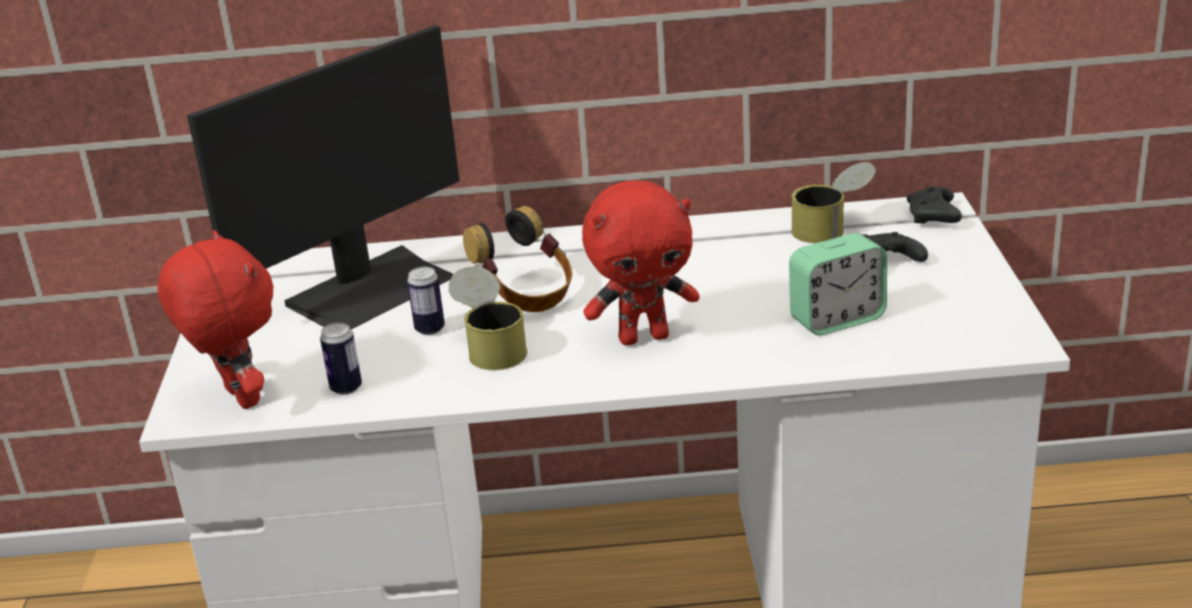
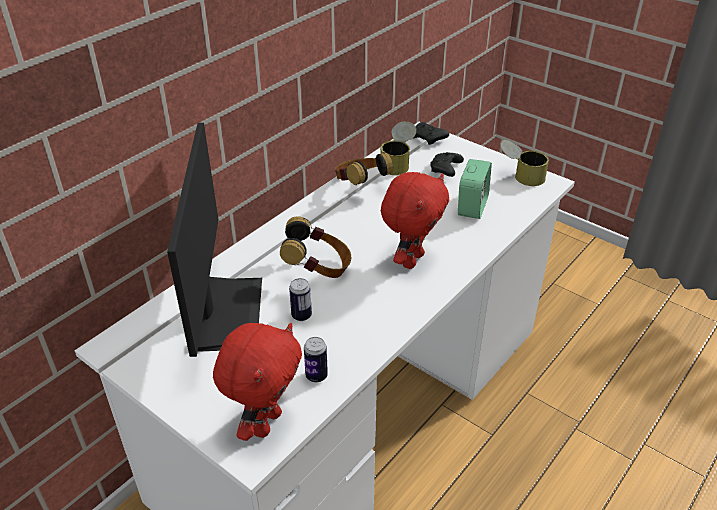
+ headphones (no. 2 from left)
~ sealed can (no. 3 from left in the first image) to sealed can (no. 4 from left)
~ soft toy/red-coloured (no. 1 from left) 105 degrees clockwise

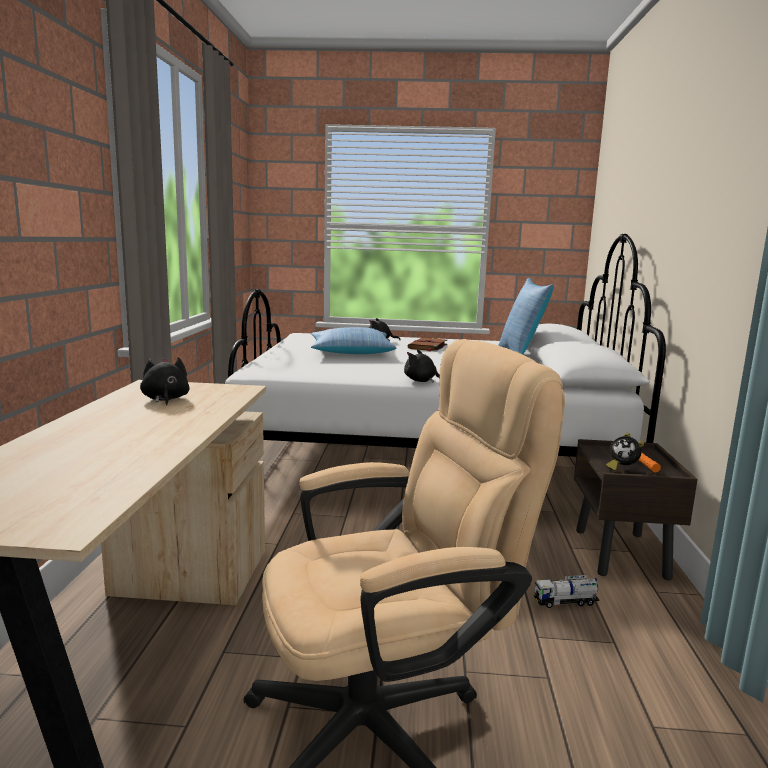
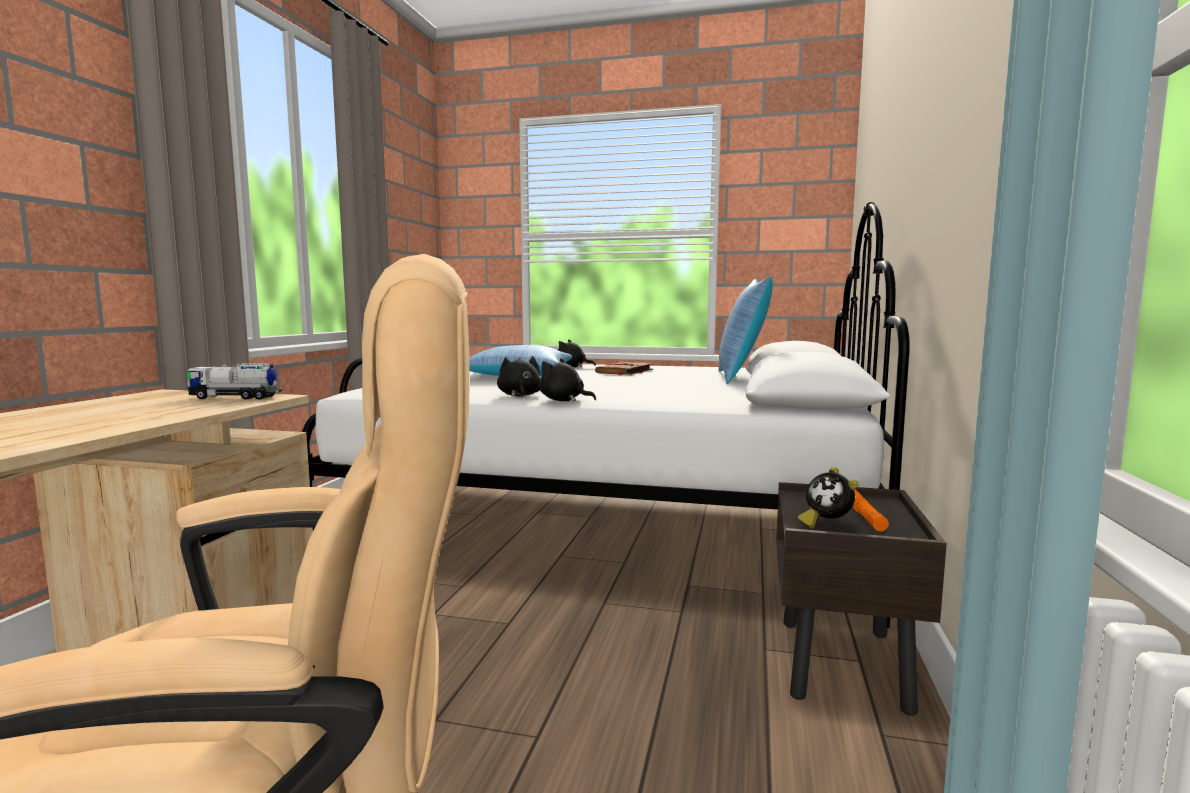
~ soft toy/blackish (no. 1 from left)
~ toy truck

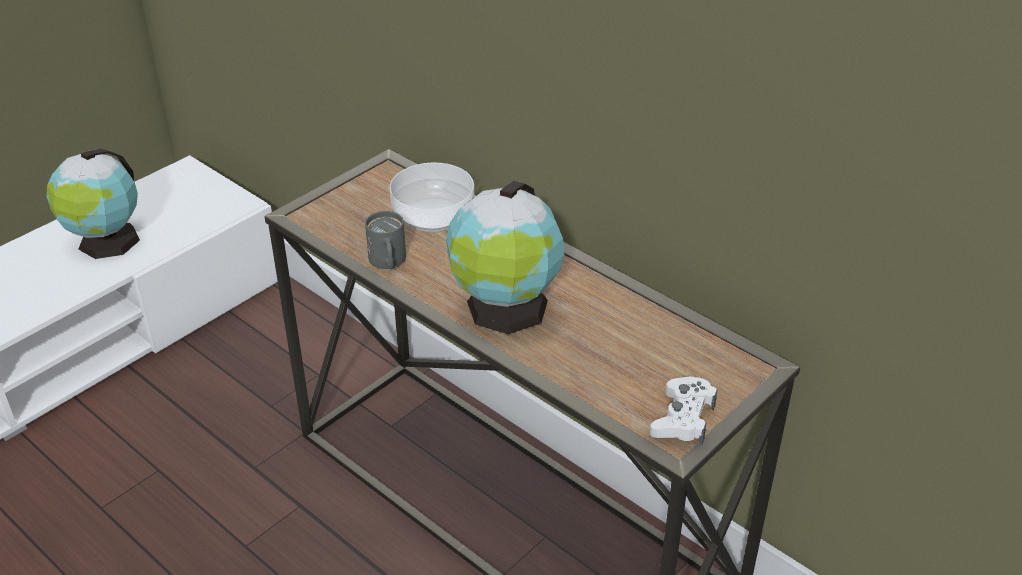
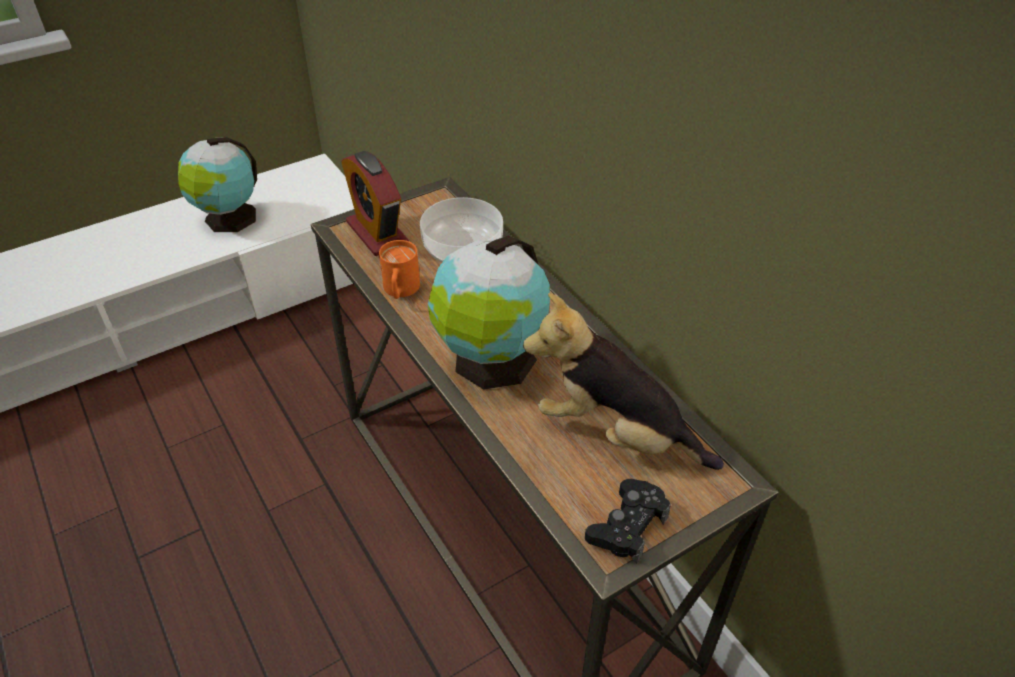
+ alarm clock
+ soft toy
~ coffee mug/greyish to coffee mug/orange-coloured
~ gamepad/white-coloured to gamepad/blackish

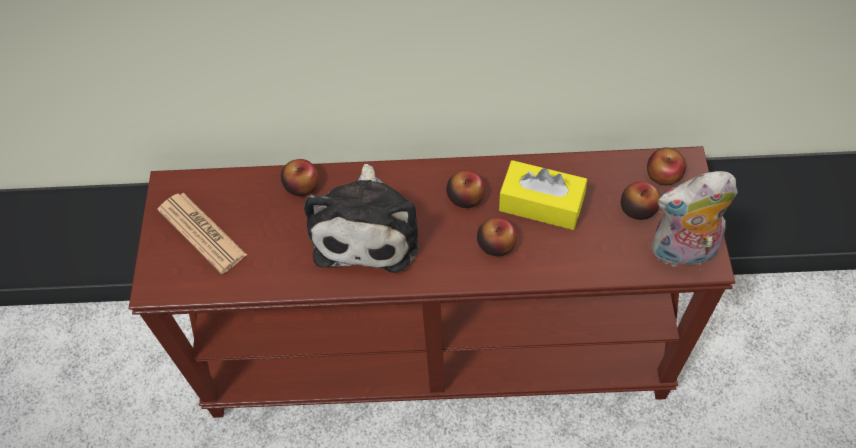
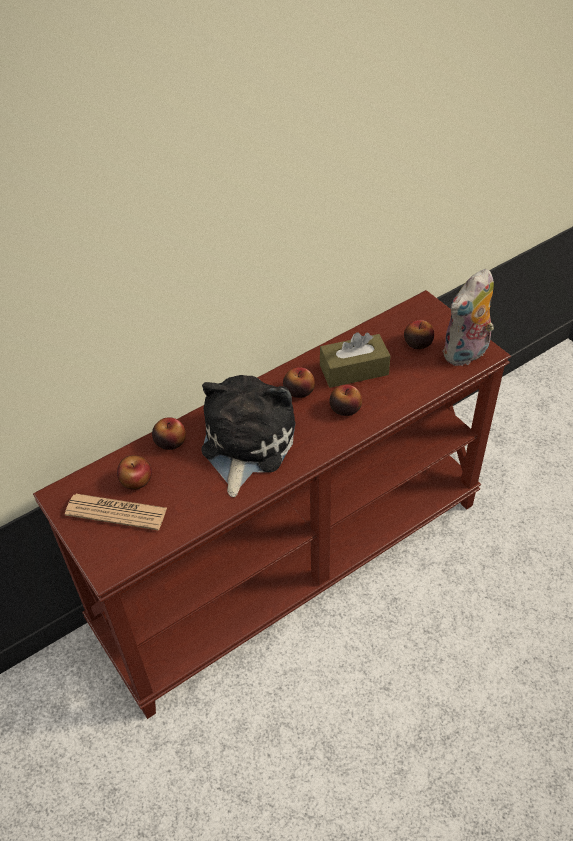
~ whole apple (no. 5 from left in the first image) to whole apple (no. 1 from left)
~ tissue holder/yellow-coloured to tissue holder/brown-coloured
~ soft toy (no. 1 from left) 135 degrees counterclockwise

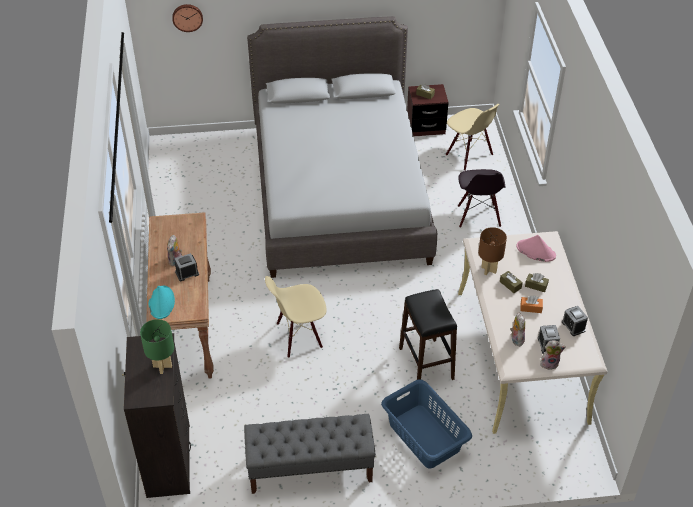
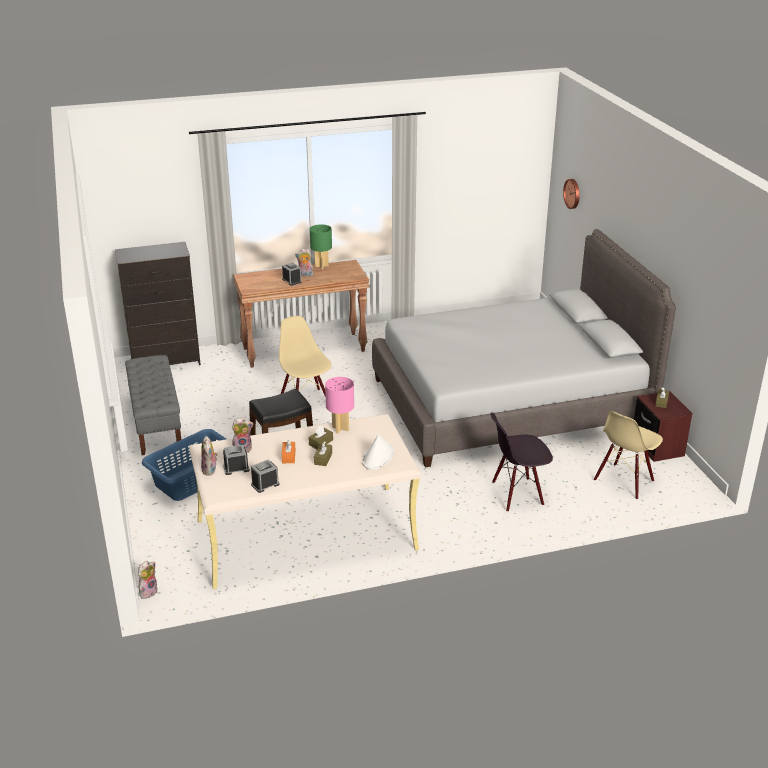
- wearable hat/turquoise
+ soft toy (no. 1 from left)
~ tabletop lamp/green-coloured
~ tabletop lamp/brown-coloured to tabletop lamp/pink
~ wearable hat/pink to wearable hat/white-coloured

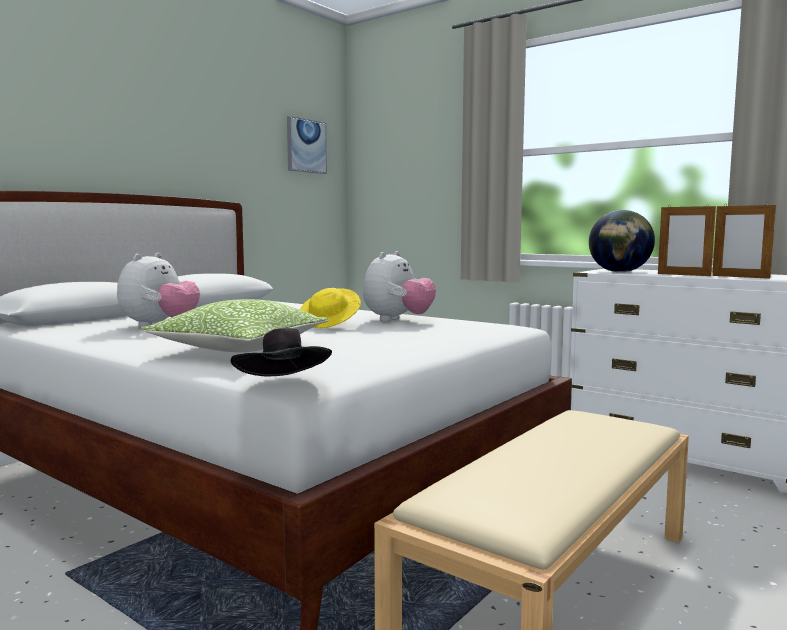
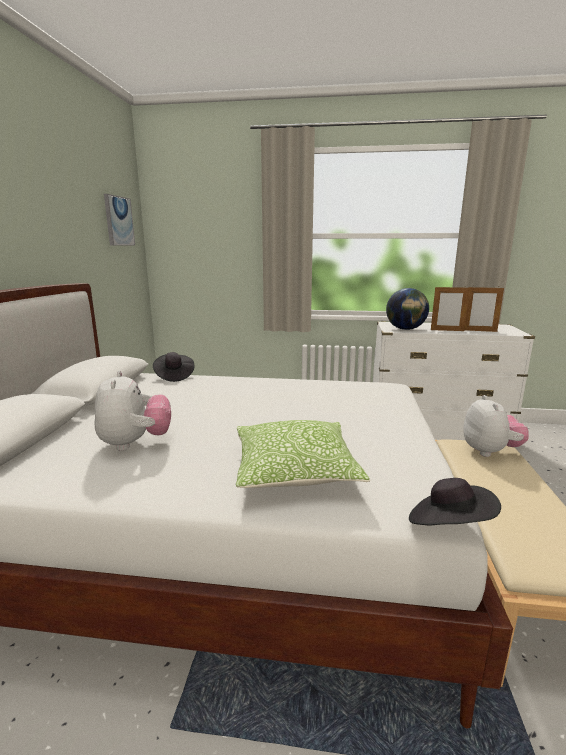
- wearable hat/yellow-coloured
+ wearable hat/blackish (no. 1 from left)
~ soft toy (no. 2 from left)

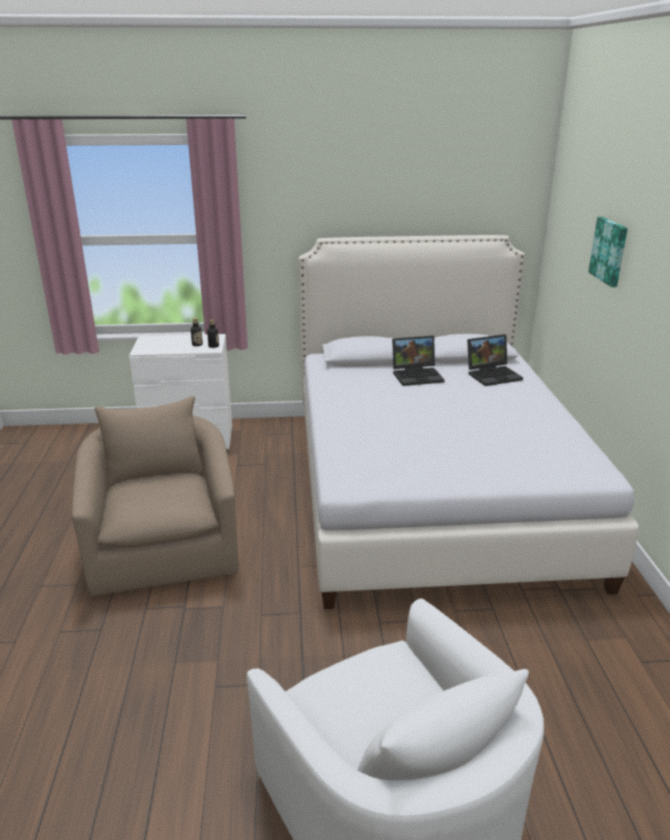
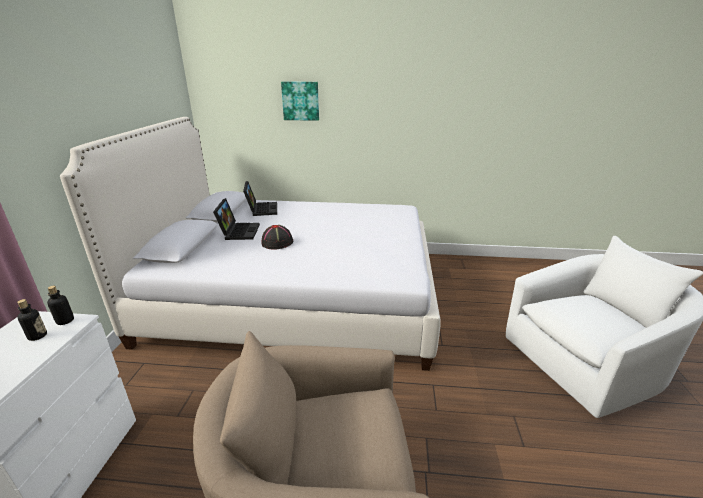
+ wearable hat/blackish

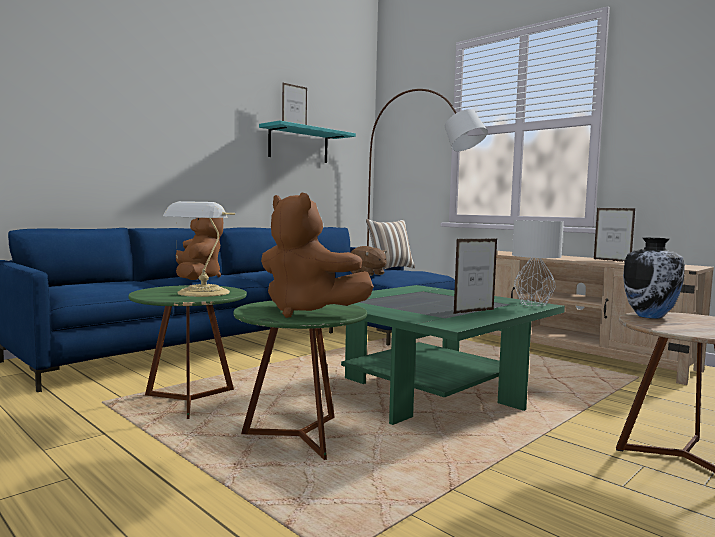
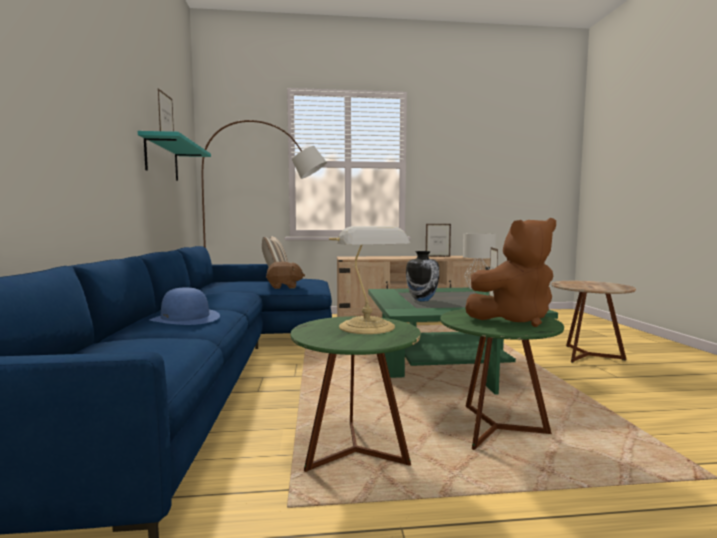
~ flower vase
~ soft toy/brown-coloured (no. 1 from left) to wearable hat/blue

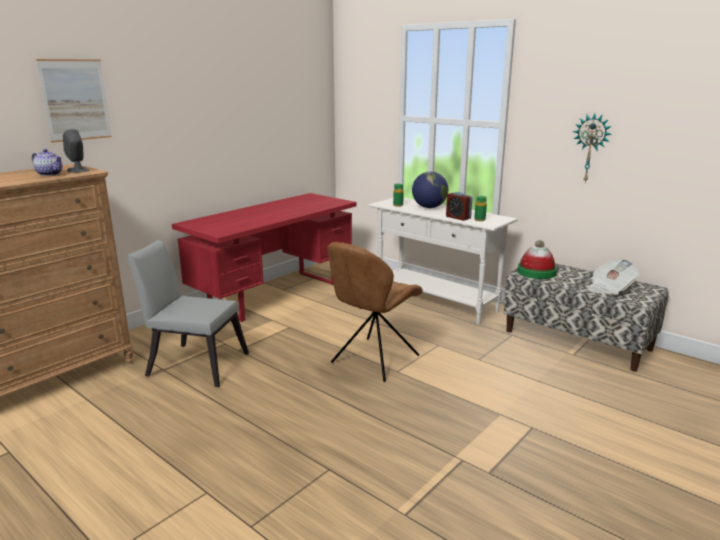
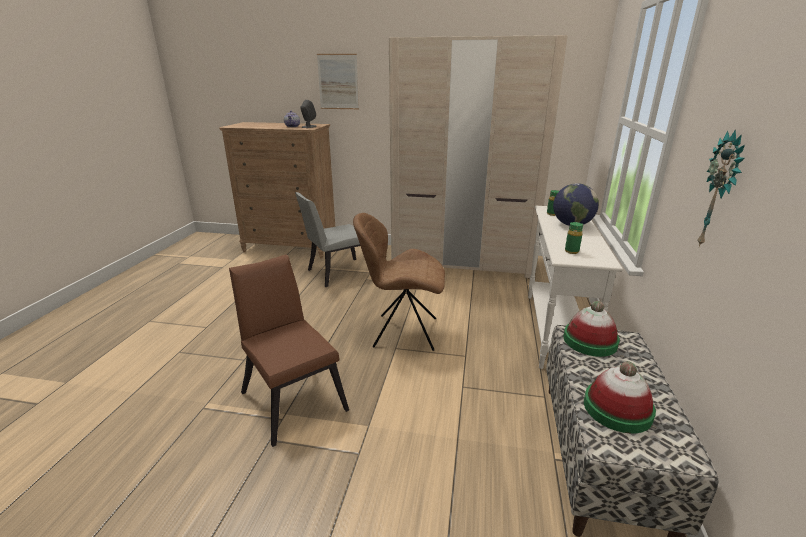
- alarm clock
+ upright chair/brown-coloured (no. 1 from left)
~ desk unit/red-coloured to clothes cupboard/sand-coloured
~ daily paper to wearable hat (no. 2 from left)
~ upright chair/greyish 105 degrees counterclockwise

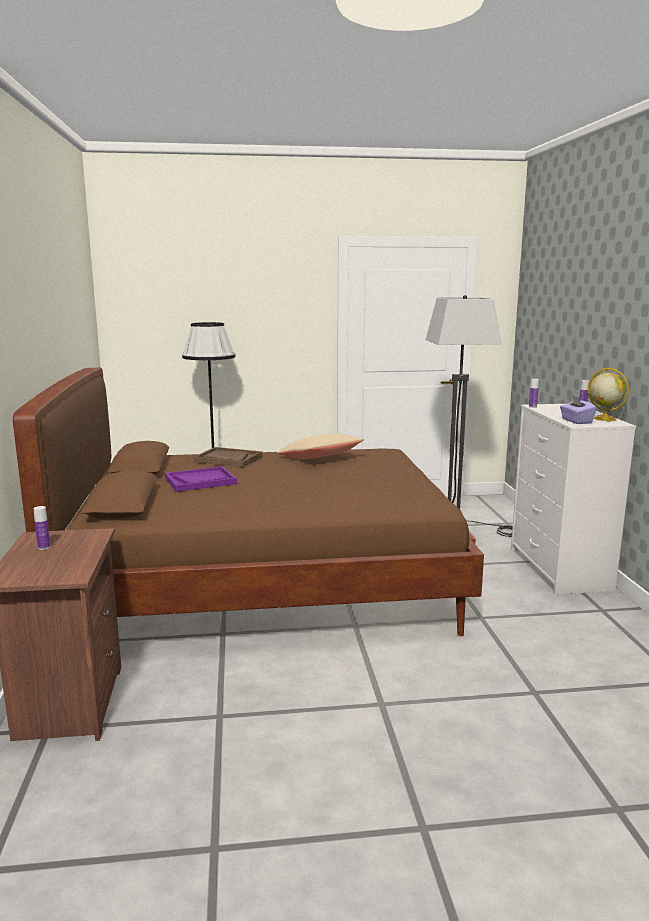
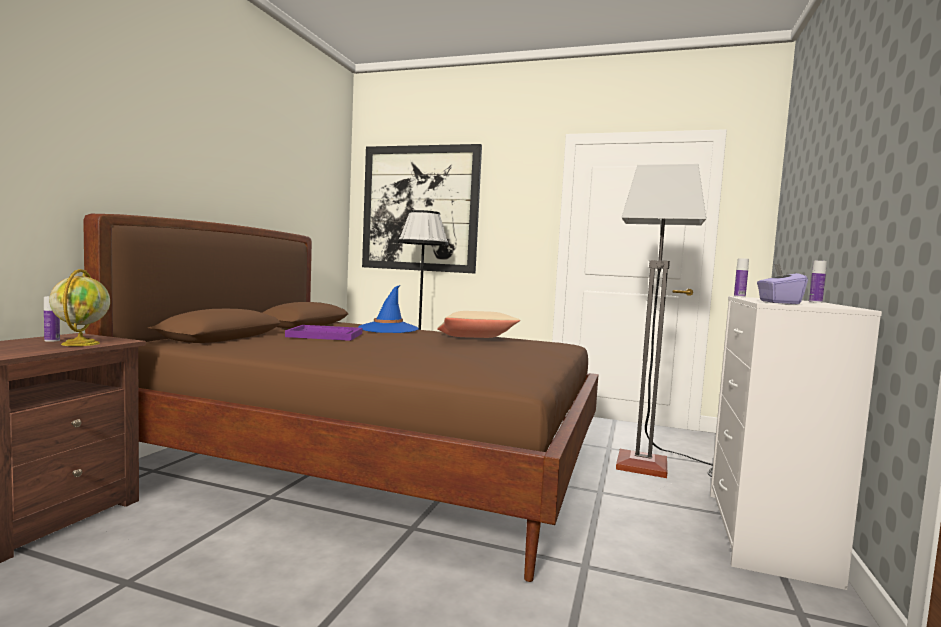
+ wall art
~ globe
~ serving tray/brown-coloured to wearable hat/blue

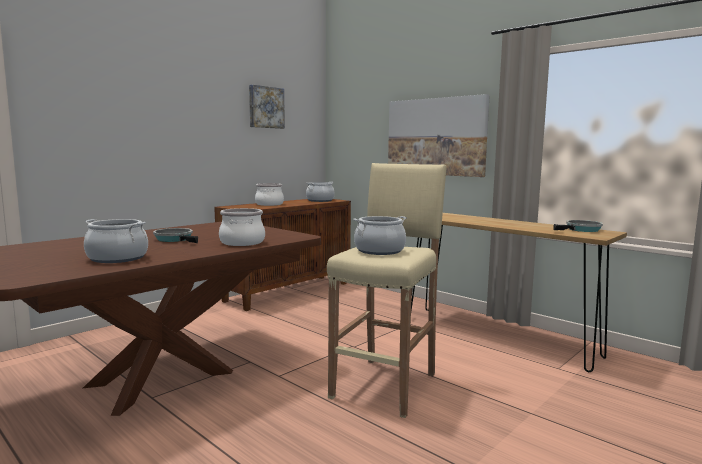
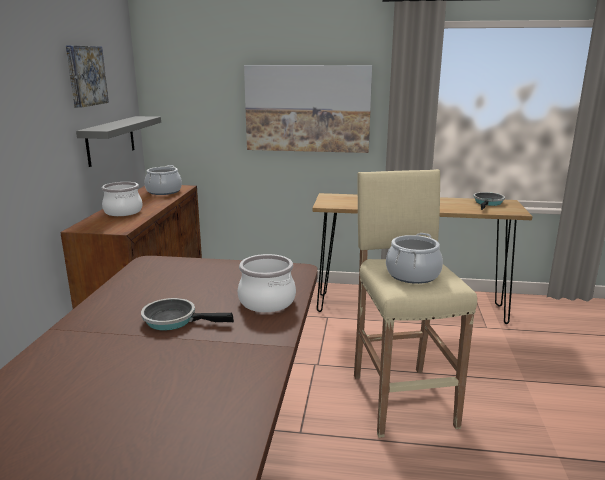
- stockpot (no. 1 from left)
+ wall shelf/greyish

